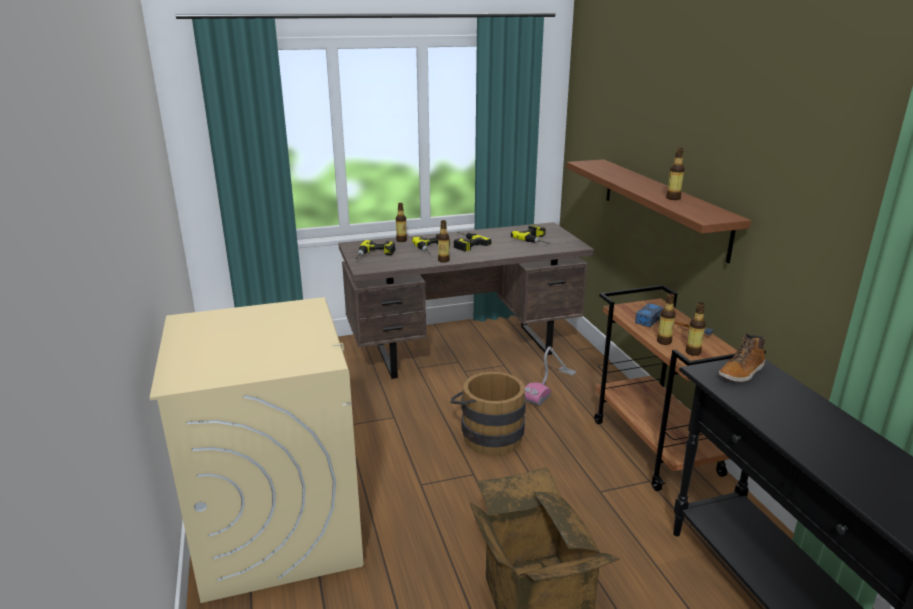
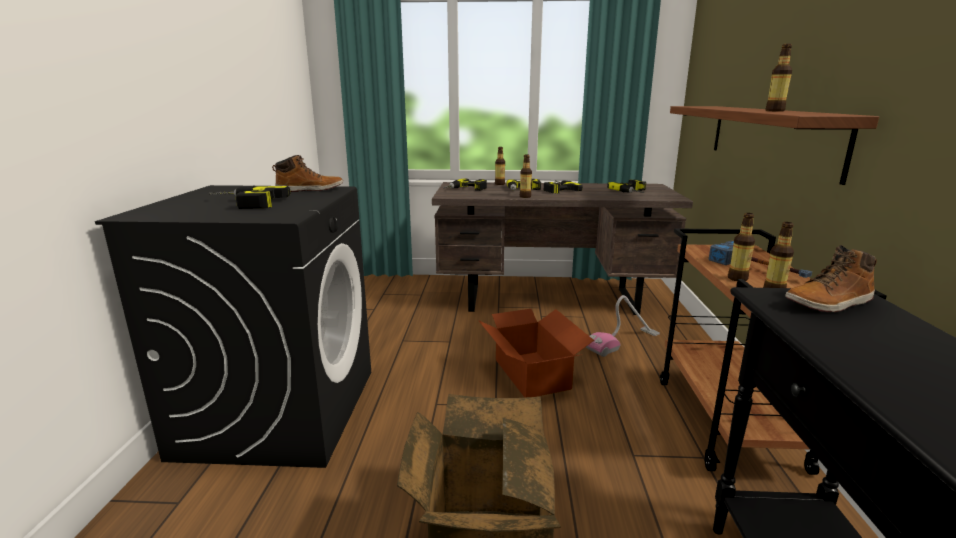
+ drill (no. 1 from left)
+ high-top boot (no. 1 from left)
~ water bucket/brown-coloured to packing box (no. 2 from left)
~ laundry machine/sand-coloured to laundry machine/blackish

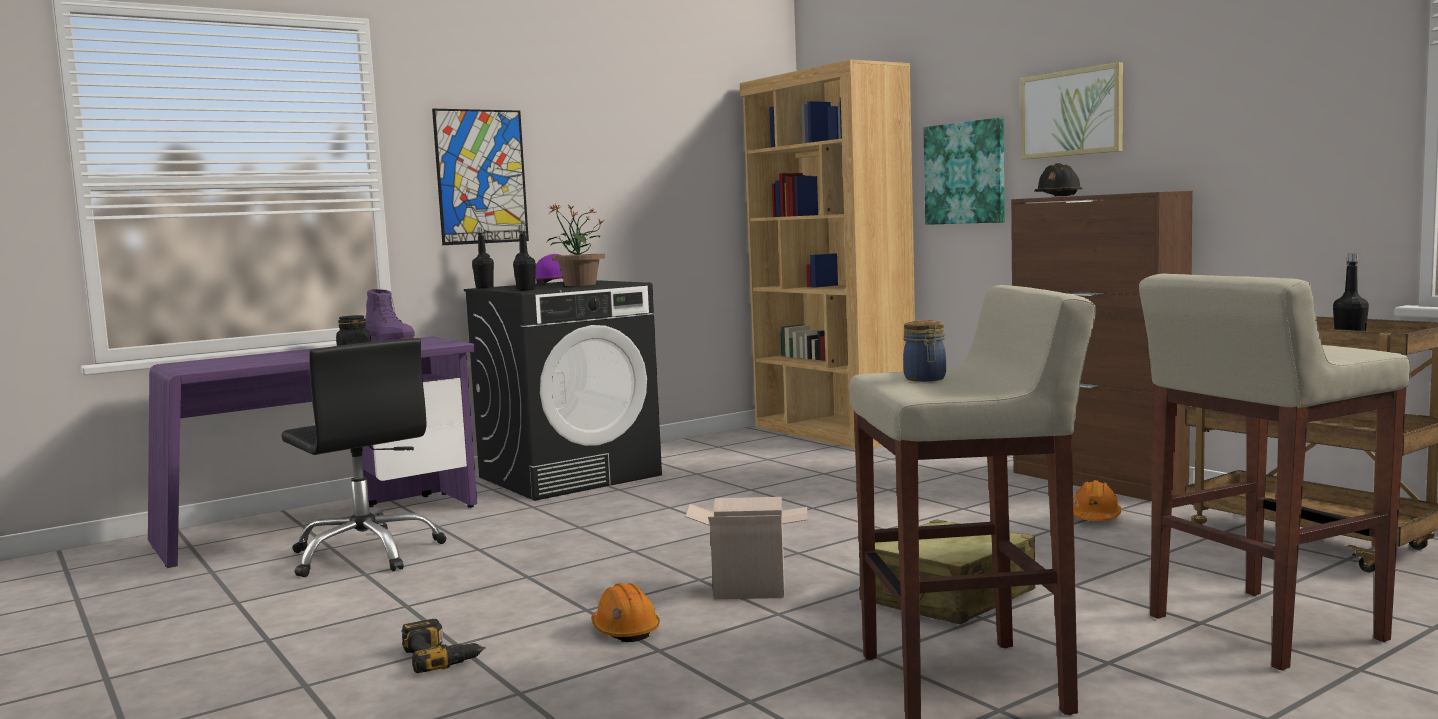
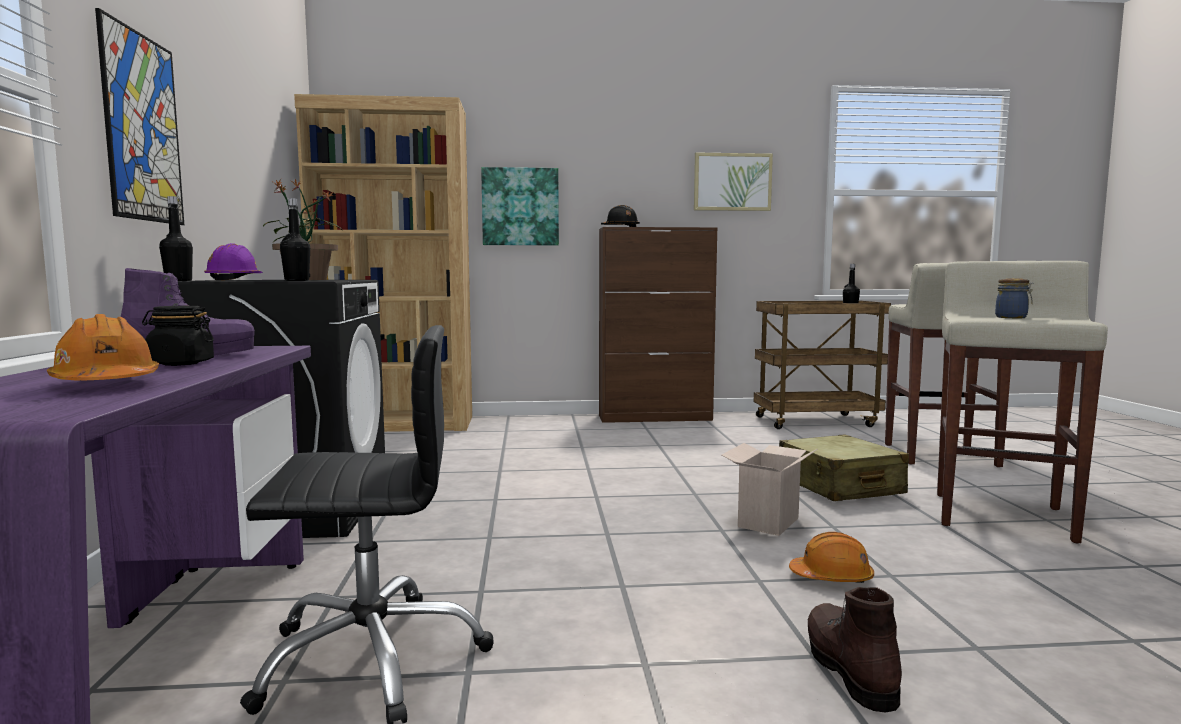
~ wall art (no. 3 from left)
~ hard hat/orange-coloured (no. 2 from left in the first image) to hard hat/orange-coloured (no. 1 from left)
~ drill to high-top boot/brown-coloured

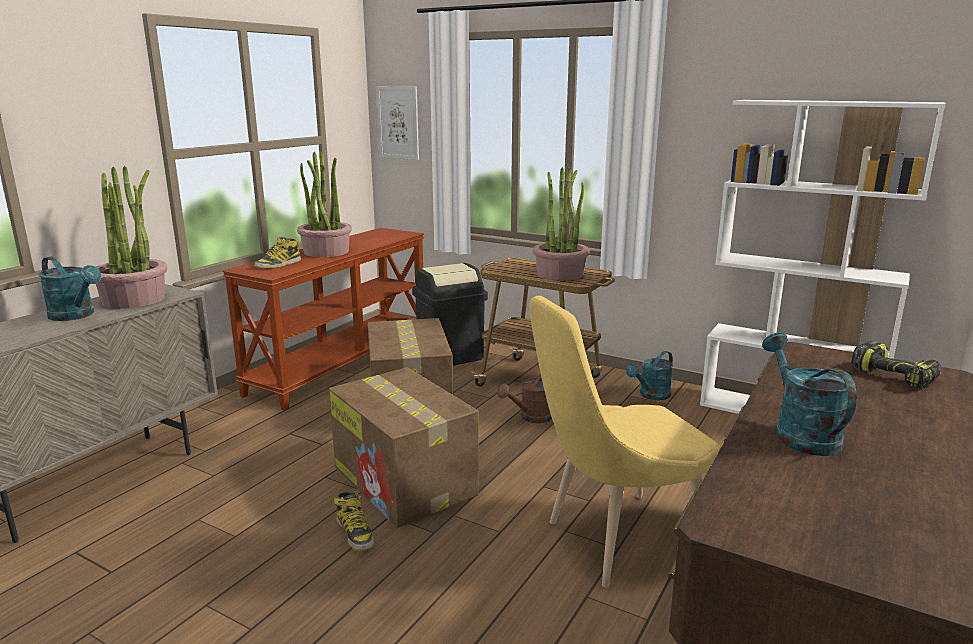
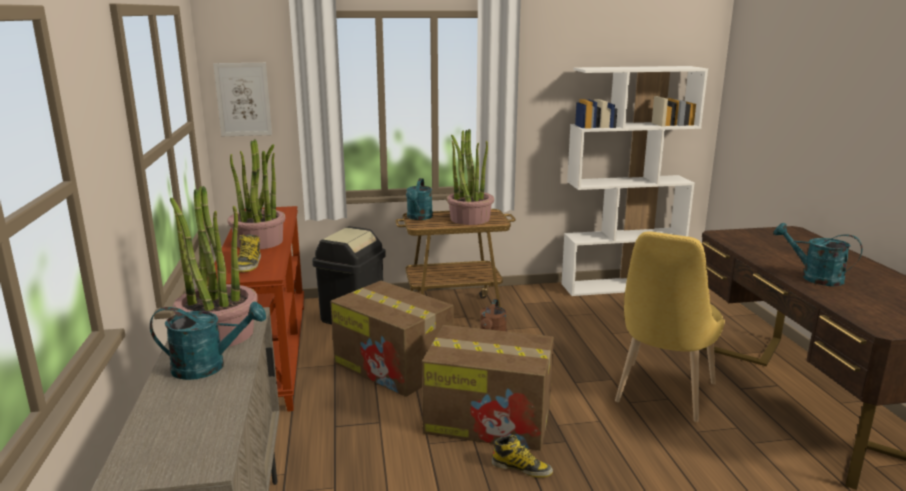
- drill
~ sprinkling can/turquoise (no. 2 from left)

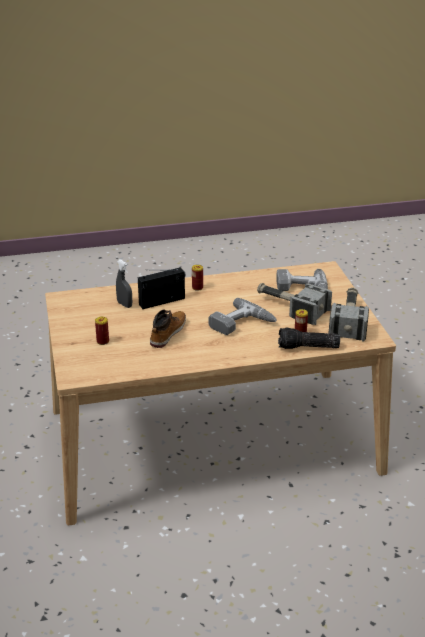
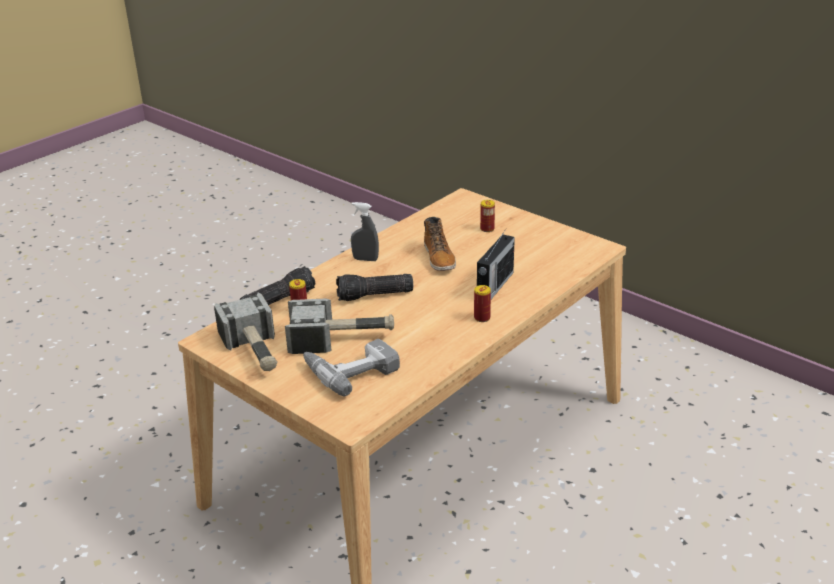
~ spray bottle/greyish
~ drill (no. 1 from left) to hand torch (no. 2 from left)

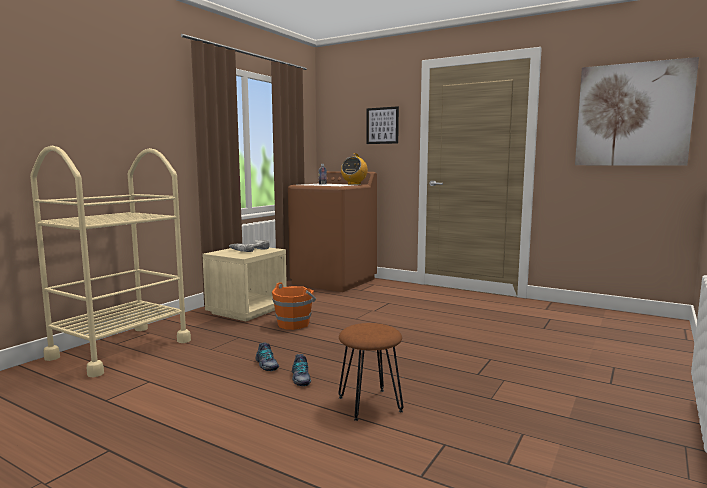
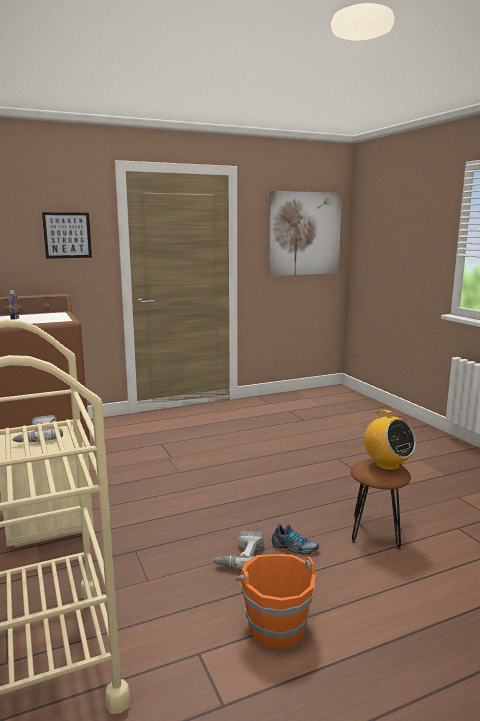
~ water bucket/orange-coloured
~ radio set
~ shoe (no. 1 from left) to drill (no. 2 from left)

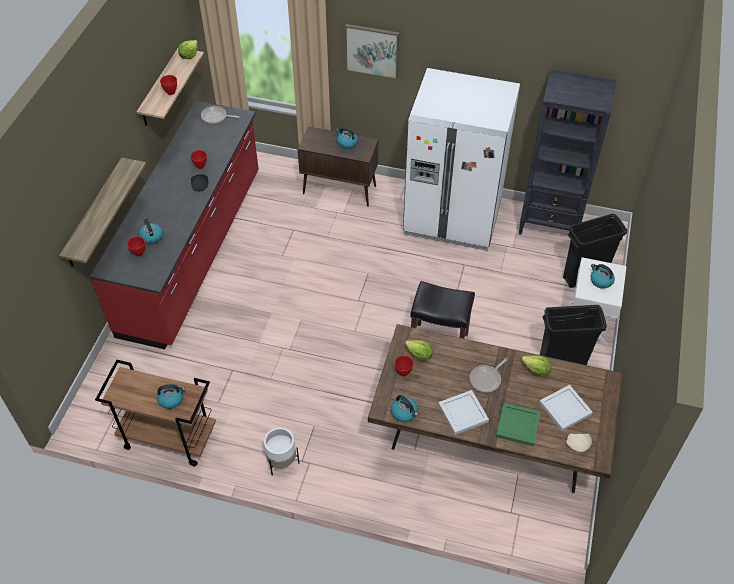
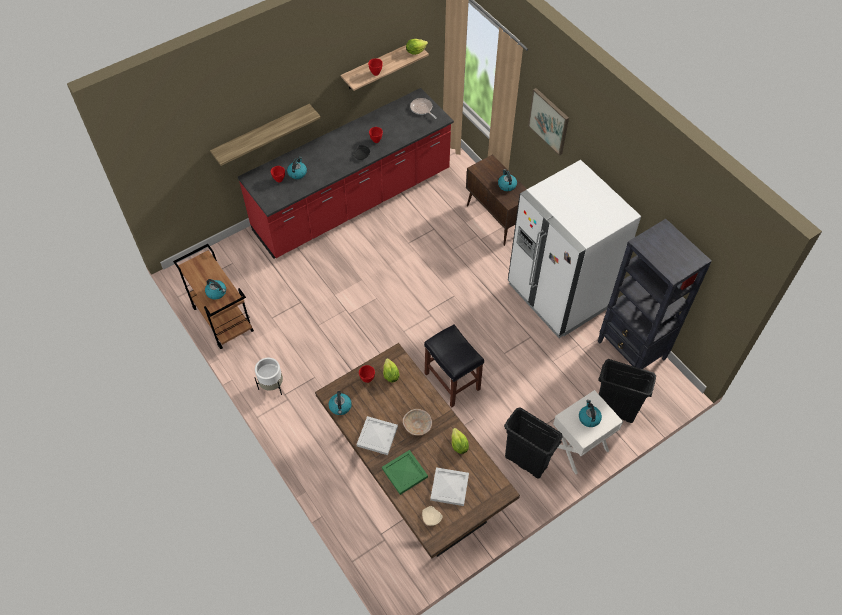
~ pan (no. 2 from left) to deep dish/sand-coloured

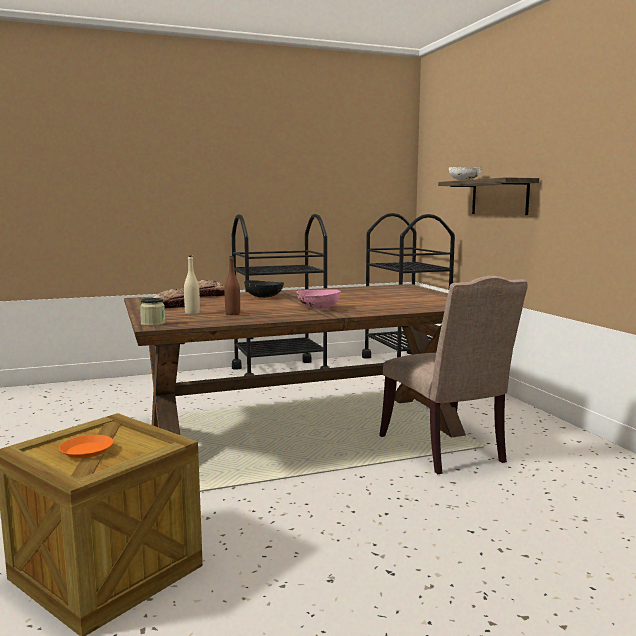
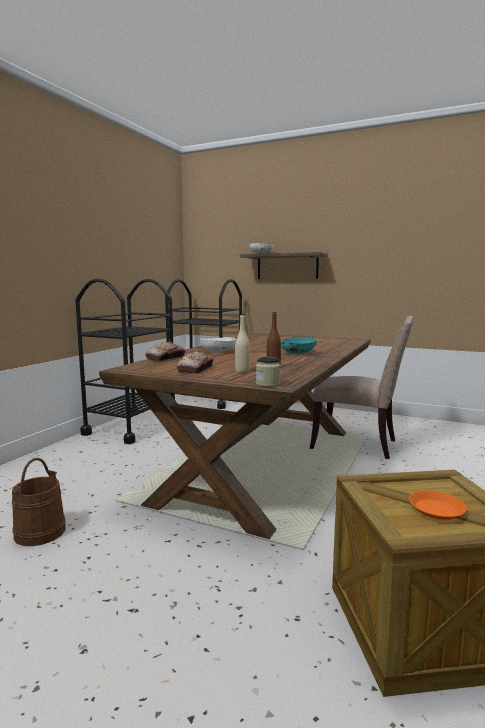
+ water bucket/brown-coloured
~ deep dish/blackish to deep dish/white-coloured (no. 1 from left)
~ deep dish/pink to deep dish/turquoise

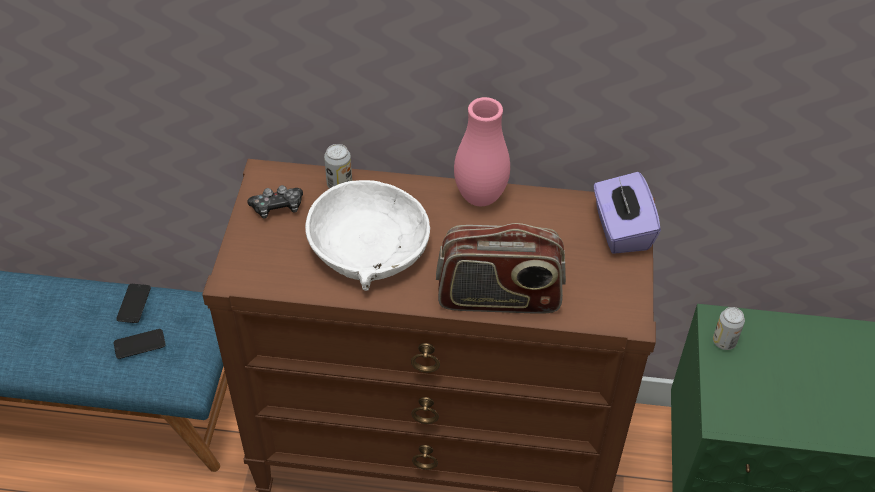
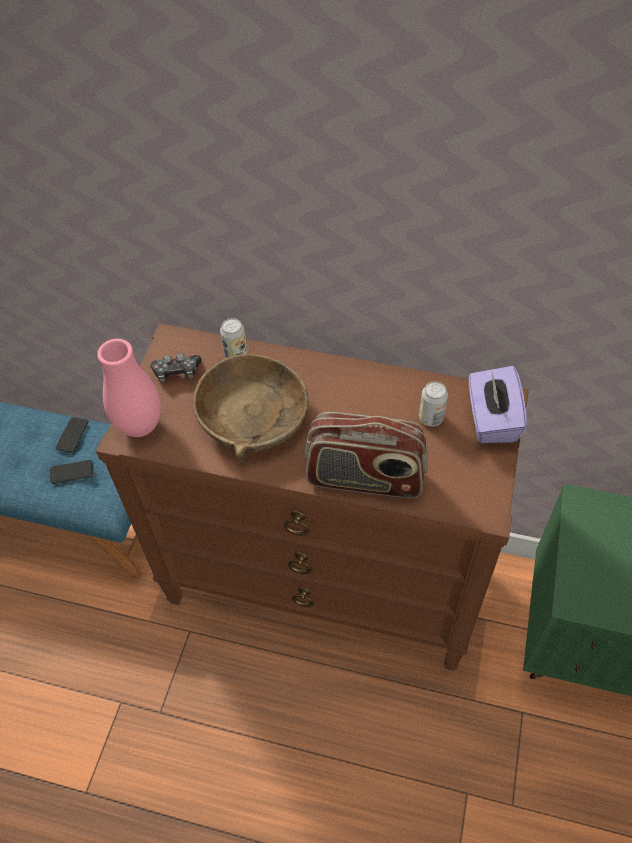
~ flower vase/pink
~ sealed can (no. 2 from left)
~ deep dish/white-coloured to deep dish/brown-coloured

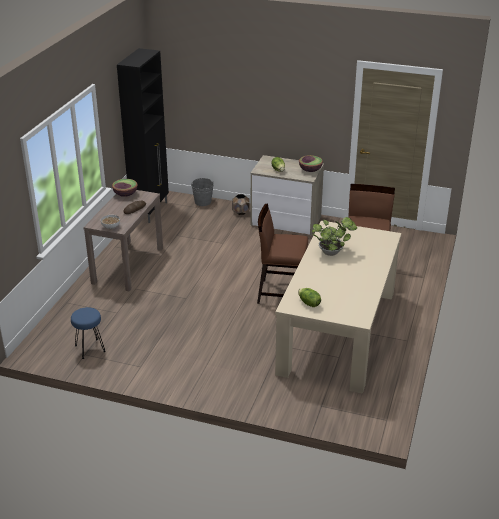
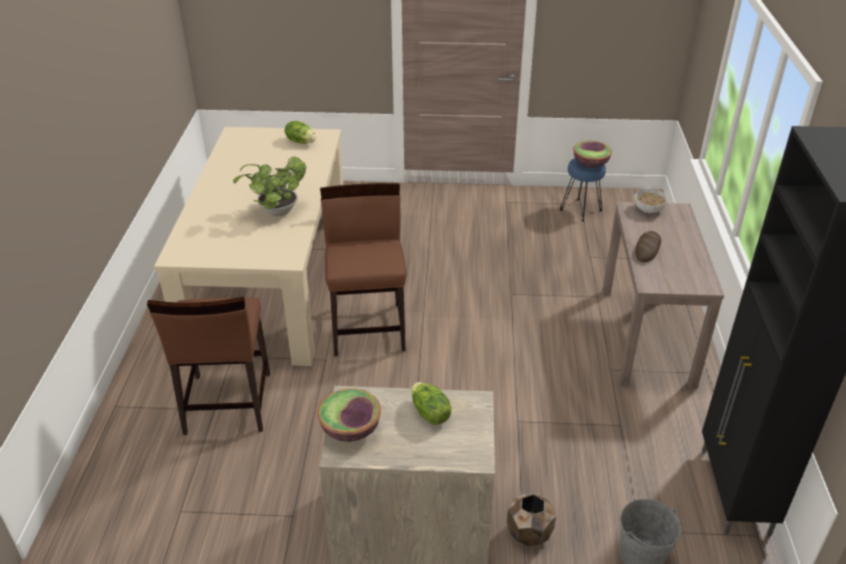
~ deep dish (no. 2 from left)
~ upright chair/brown-coloured (no. 1 from left in the first image) 90 degrees counterclockwise

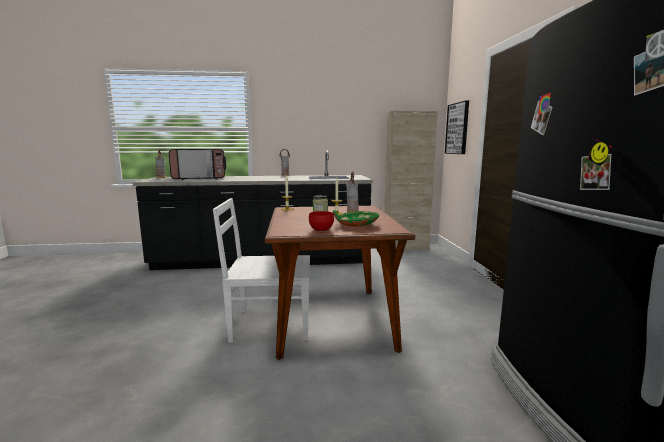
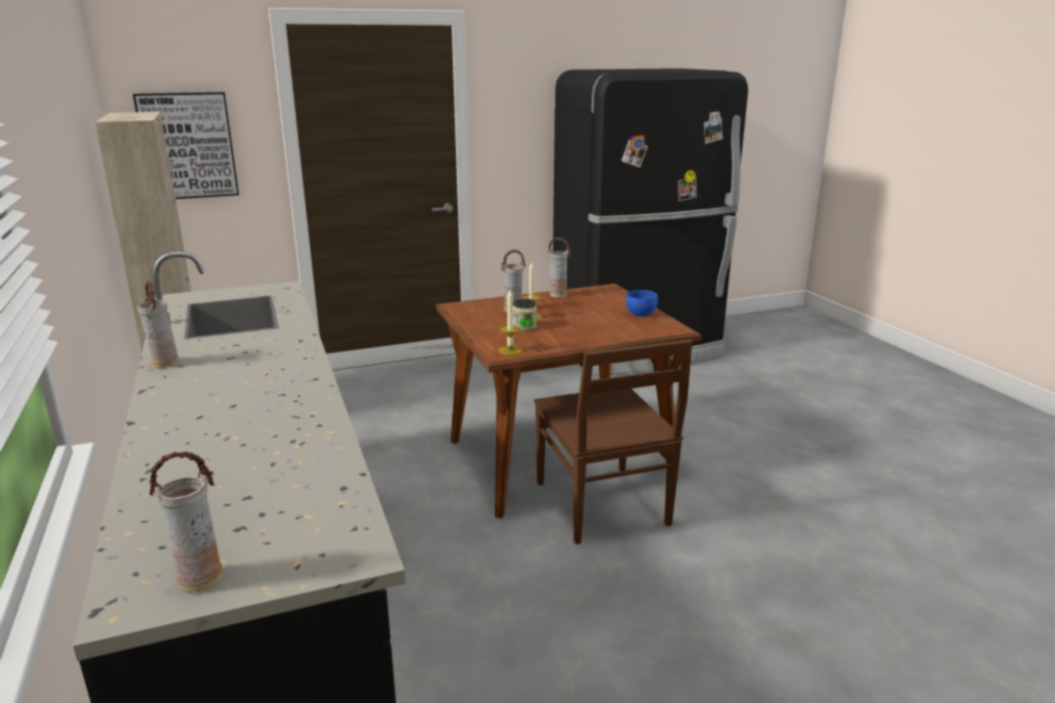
- microwave
- deep dish/green-coloured
+ flower vase (no. 4 from left)
~ upright chair/white-coloured to upright chair/brown-coloured
~ deep dish/red-coloured to deep dish/blue

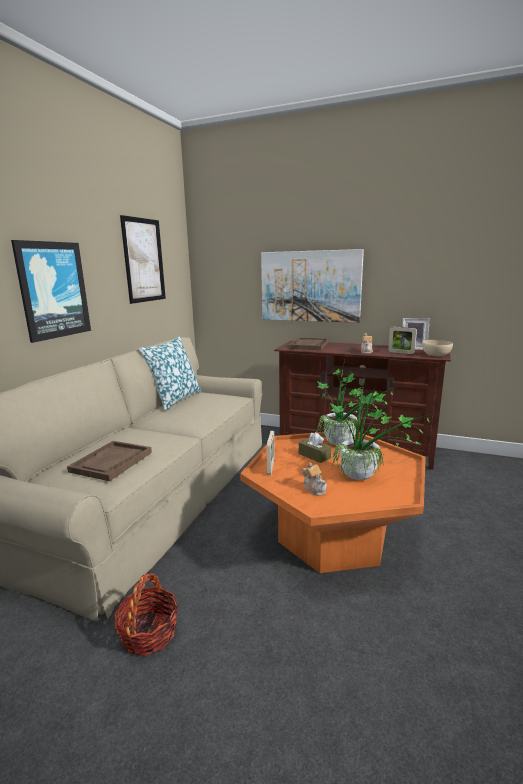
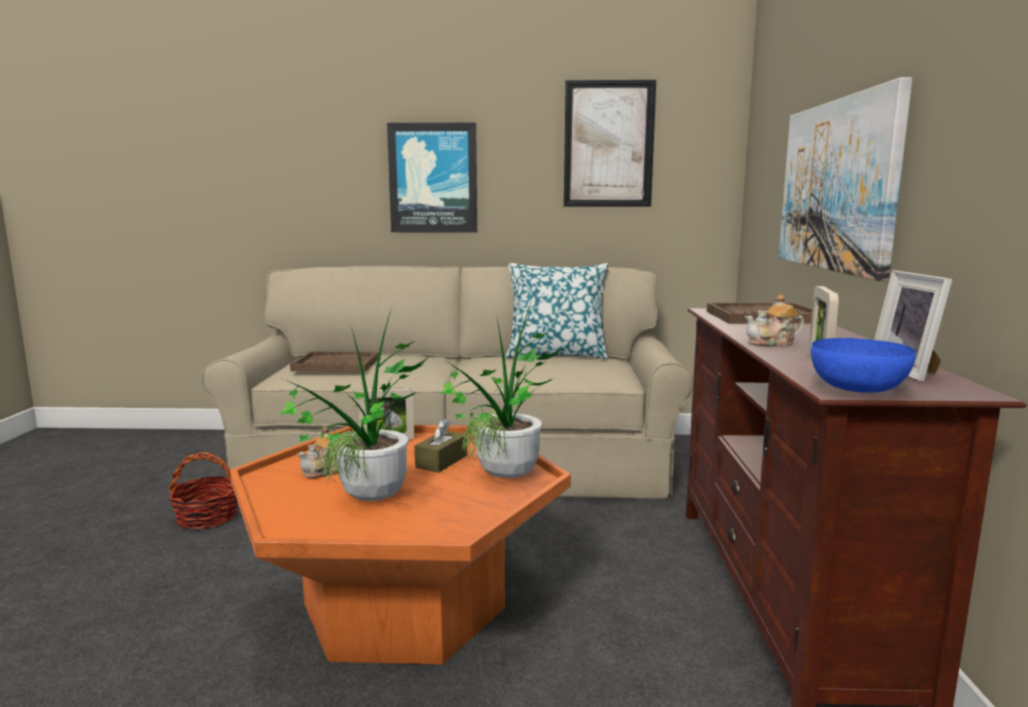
~ deep dish/sand-coloured to deep dish/blue

